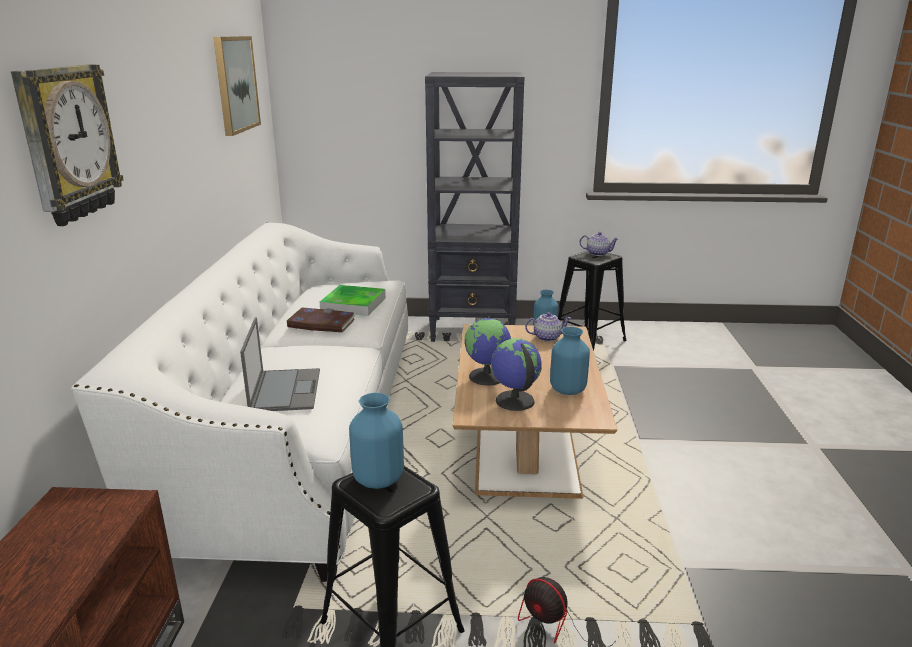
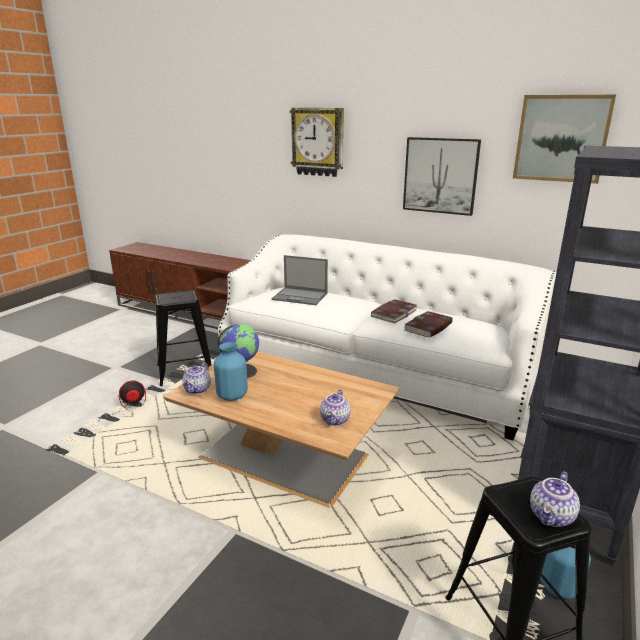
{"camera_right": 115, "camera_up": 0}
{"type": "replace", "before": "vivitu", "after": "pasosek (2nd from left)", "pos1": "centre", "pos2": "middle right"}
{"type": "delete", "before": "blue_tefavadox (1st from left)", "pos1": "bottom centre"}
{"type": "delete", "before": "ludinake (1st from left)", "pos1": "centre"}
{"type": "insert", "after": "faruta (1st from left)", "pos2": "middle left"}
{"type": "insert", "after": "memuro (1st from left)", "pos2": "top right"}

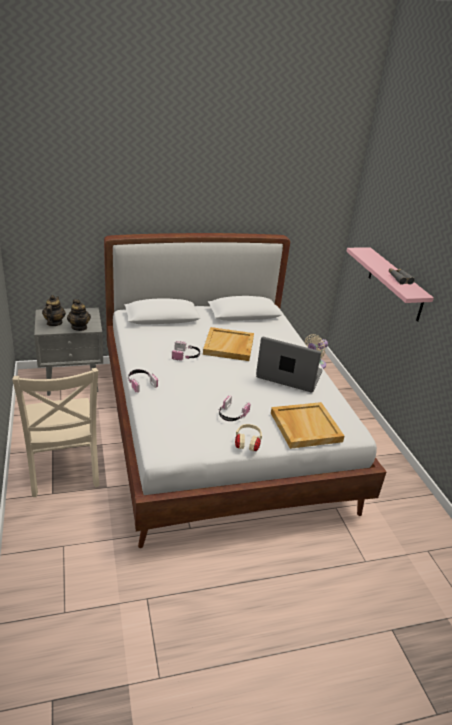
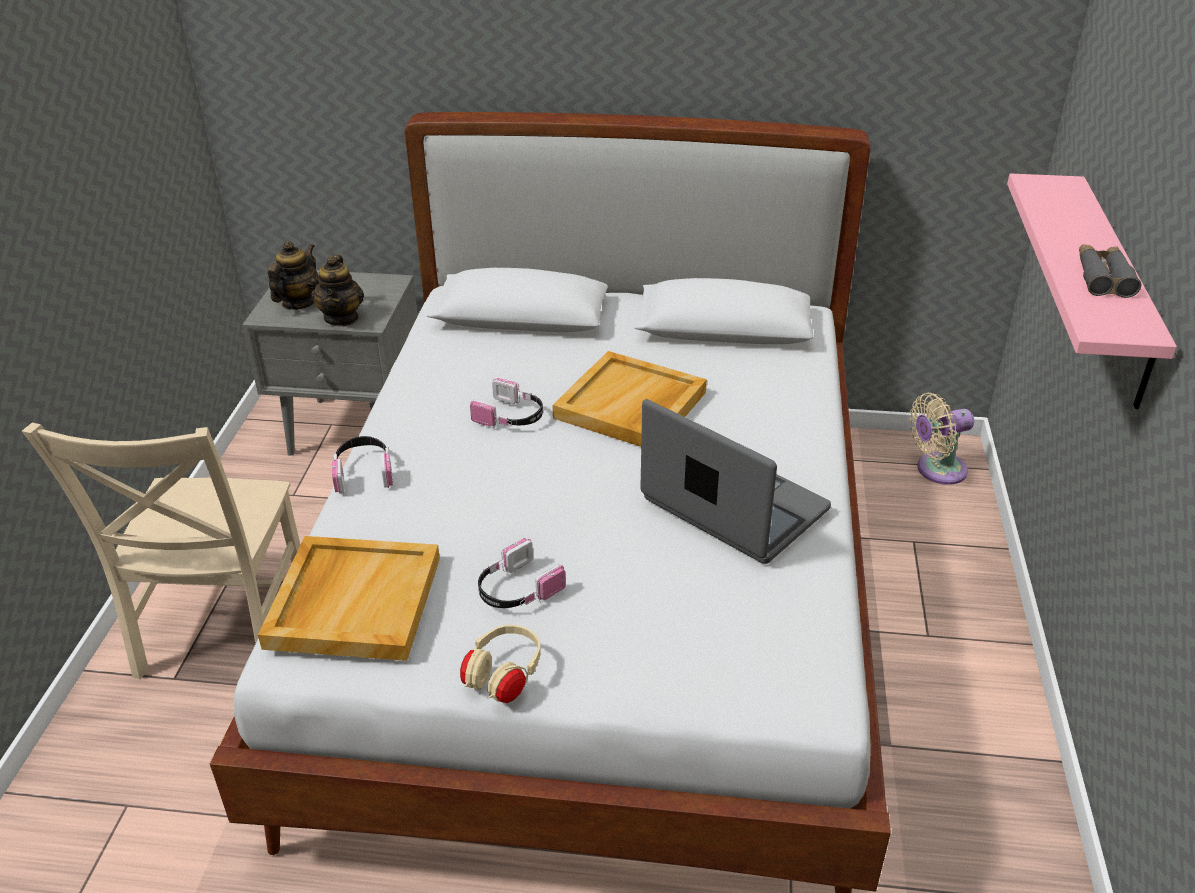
{"camera_right": 25, "camera_up": 5}
{"type": "move", "before": "beige_vivitu (2nd from left in the first image)", "after": "beige_vivitu (1st from left)", "pos1": "middle right", "pos2": "bottom left"}

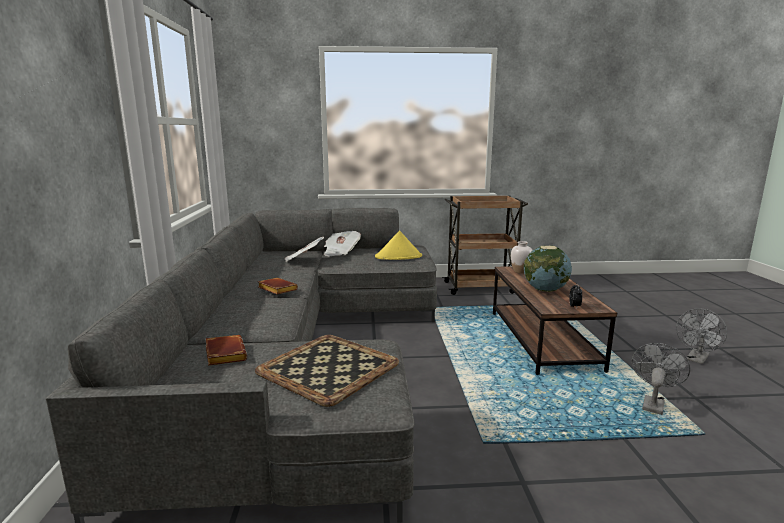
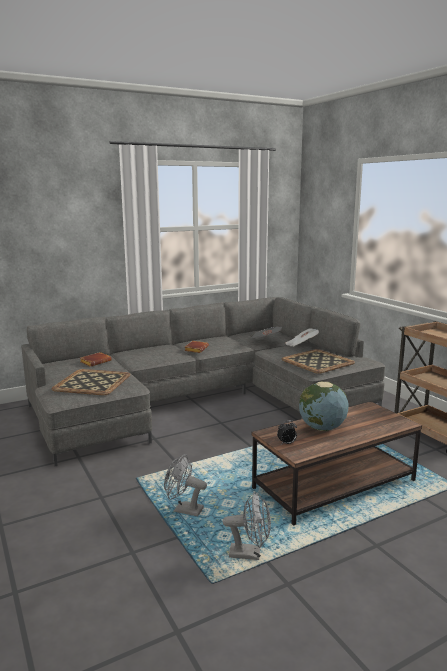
{"camera_right": 65, "camera_up": 0}
{"type": "replace", "before": "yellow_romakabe", "after": "vivitu (2nd from left)", "pos1": "centre", "pos2": "middle right"}
{"type": "delete", "before": "white_tefavadox", "pos1": "centre"}
{"type": "move", "before": "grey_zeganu (2nd from left in the first image)", "after": "grey_zeganu (1st from left)", "pos1": "middle right", "pos2": "bottom centre"}

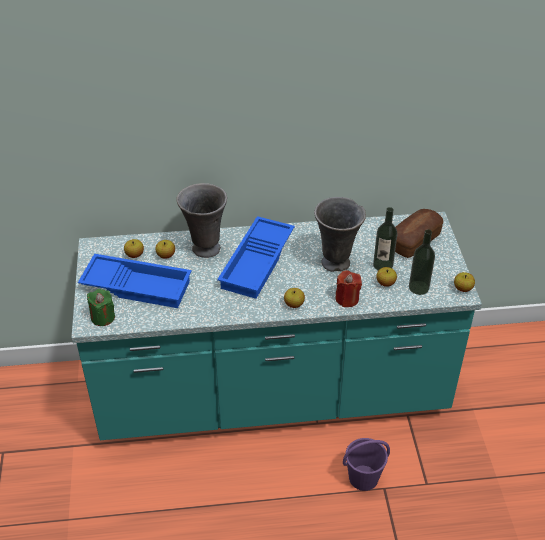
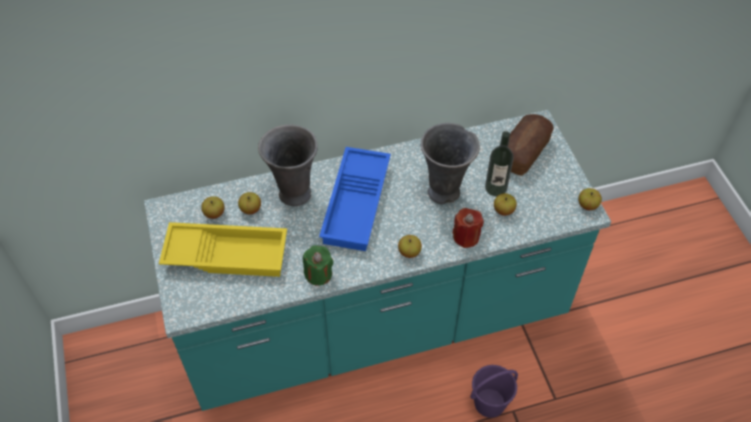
{"camera_right": -10, "camera_up": 10}
{"type": "recolor", "before": "blue_vivitu (1st from left)", "after": "yellow_vivitu", "pos1": "middle left", "pos2": "middle left"}
{"type": "move", "before": "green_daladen", "pos1": "middle left", "pos2": "centre"}
{"type": "delete", "before": "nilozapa (2nd from left)", "pos1": "middle right"}

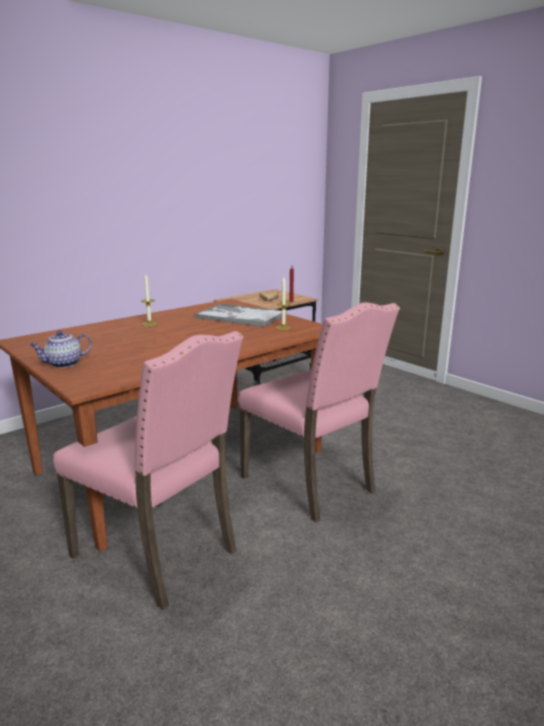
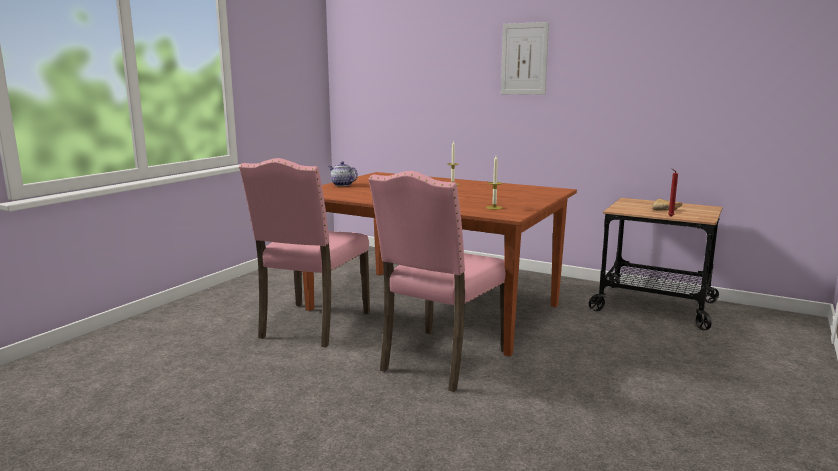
{"camera_right": 70, "camera_up": -5}
{"type": "delete", "before": "vivitu", "pos1": "centre"}
{"type": "insert", "after": "memuro", "pos2": "top centre"}

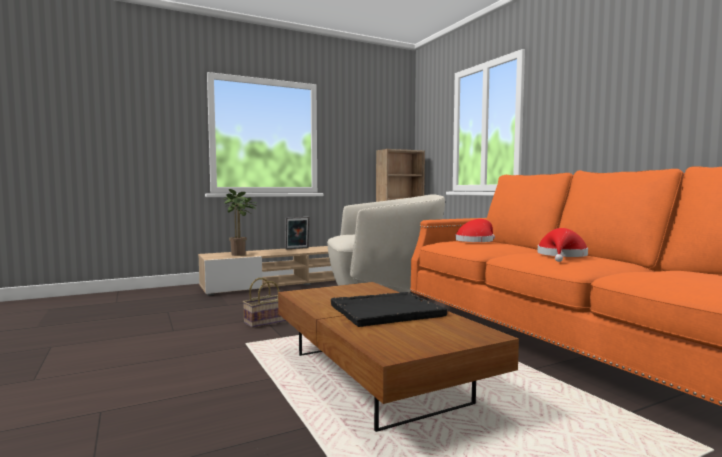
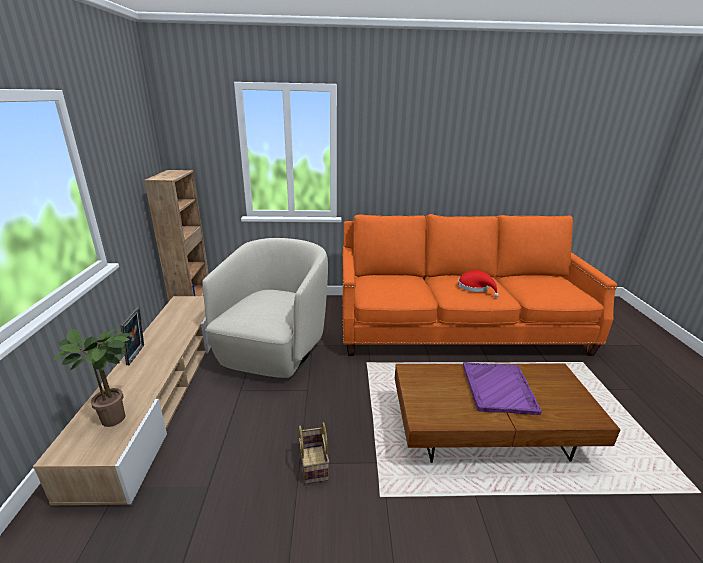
{"camera_right": -65, "camera_up": 20}
{"type": "recolor", "before": "black_vivitu", "after": "purple_vivitu", "pos1": "bottom centre", "pos2": "bottom right"}
{"type": "delete", "before": "red_romakabe (1st from left)", "pos1": "centre"}

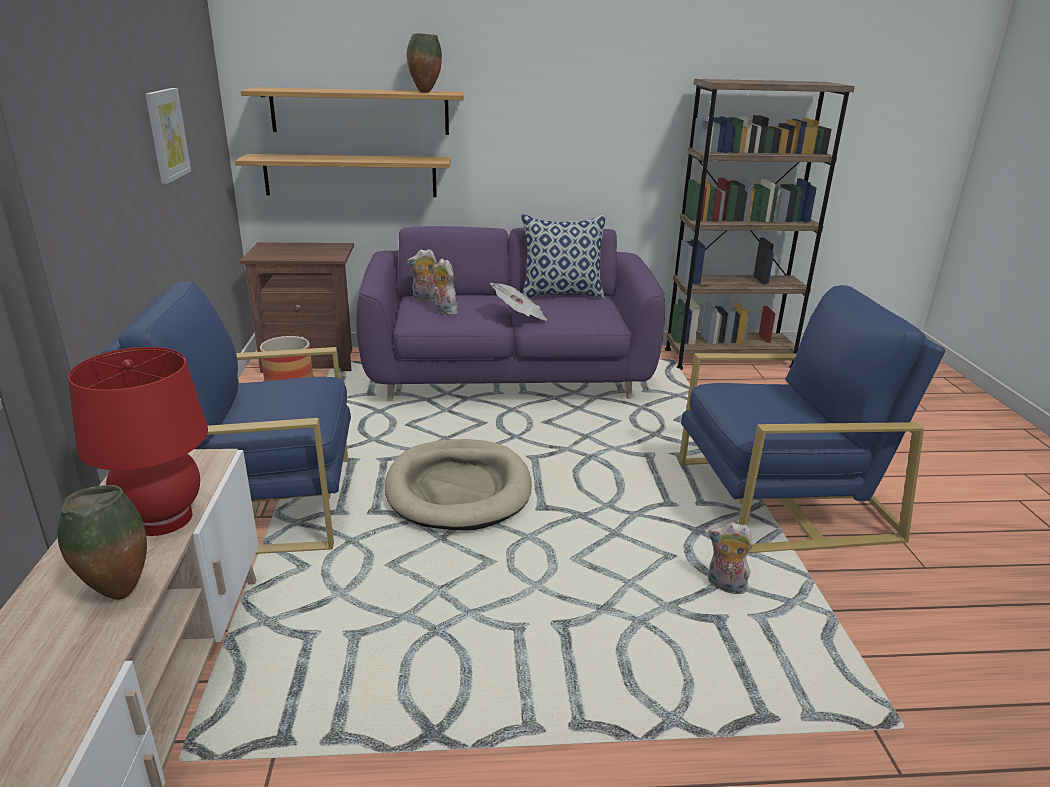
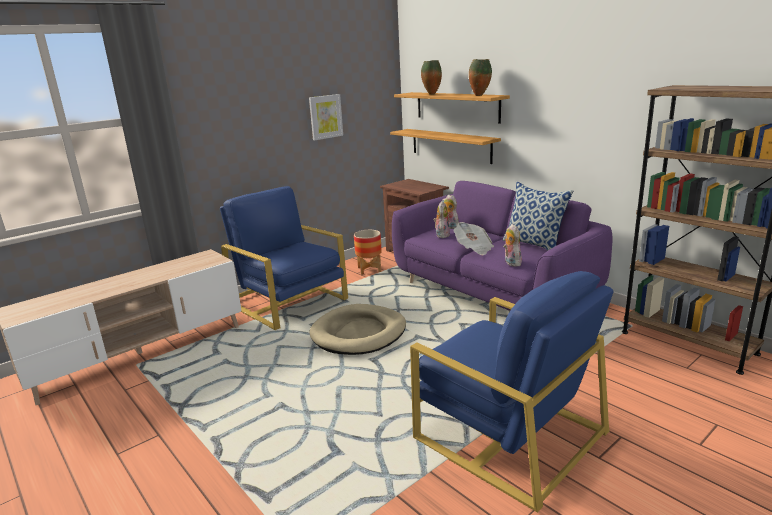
{"camera_right": 55, "camera_up": -5}
{"type": "move", "before": "tefavadox (1st from left)", "pos1": "bottom left", "pos2": "top centre"}
{"type": "delete", "before": "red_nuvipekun", "pos1": "middle left"}
{"type": "move", "before": "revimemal (3rd from left)", "pos1": "bottom right", "pos2": "centre"}

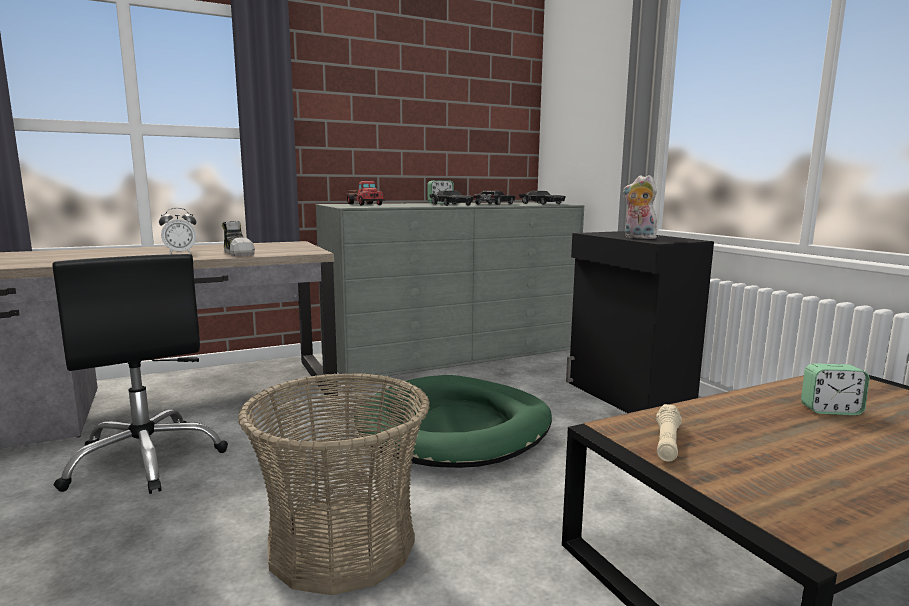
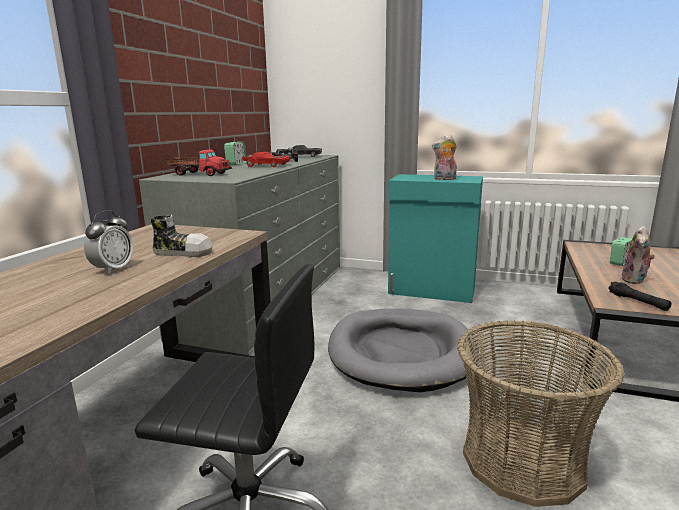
{"camera_right": -45, "camera_up": 5}
{"type": "recolor", "before": "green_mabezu", "after": "grey_mabezu", "pos1": "bottom centre", "pos2": "bottom centre"}
{"type": "recolor", "before": "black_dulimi (1st from left)", "after": "red_dulimi", "pos1": "top centre", "pos2": "top centre"}
{"type": "recolor", "before": "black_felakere", "after": "turquoise_felakere", "pos1": "middle right", "pos2": "centre"}
{"type": "recolor", "before": "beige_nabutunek", "after": "black_nabutunek", "pos1": "bottom right", "pos2": "middle right"}
{"type": "insert", "after": "revimemal (2nd from left)", "pos2": "middle right"}

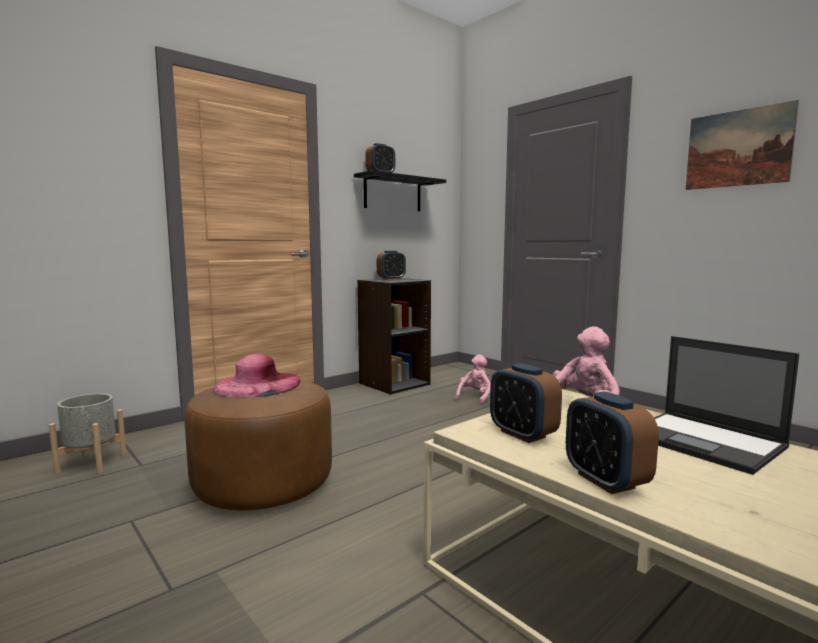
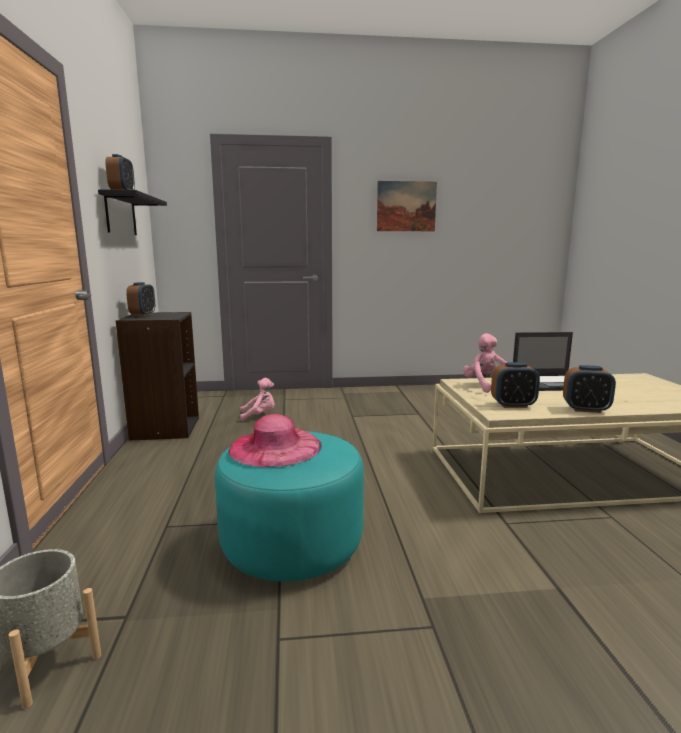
{"camera_right": -55, "camera_up": 5}
{"type": "recolor", "before": "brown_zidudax", "after": "turquoise_zidudax", "pos1": "bottom left", "pos2": "bottom centre"}
{"type": "rotate", "before": "pink_revimemal (1st from left)", "pos1": "centre", "pos2": "centre", "turn": 105}

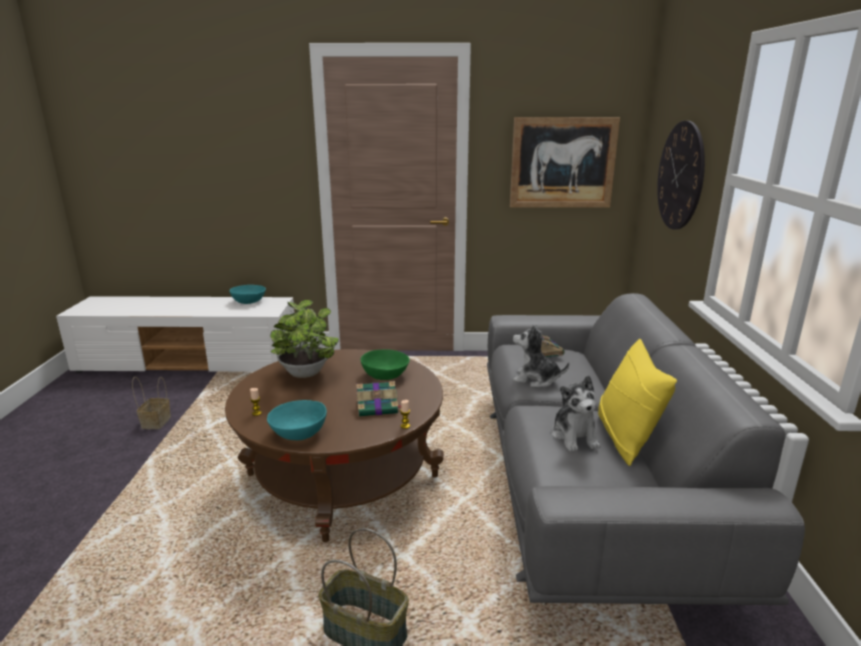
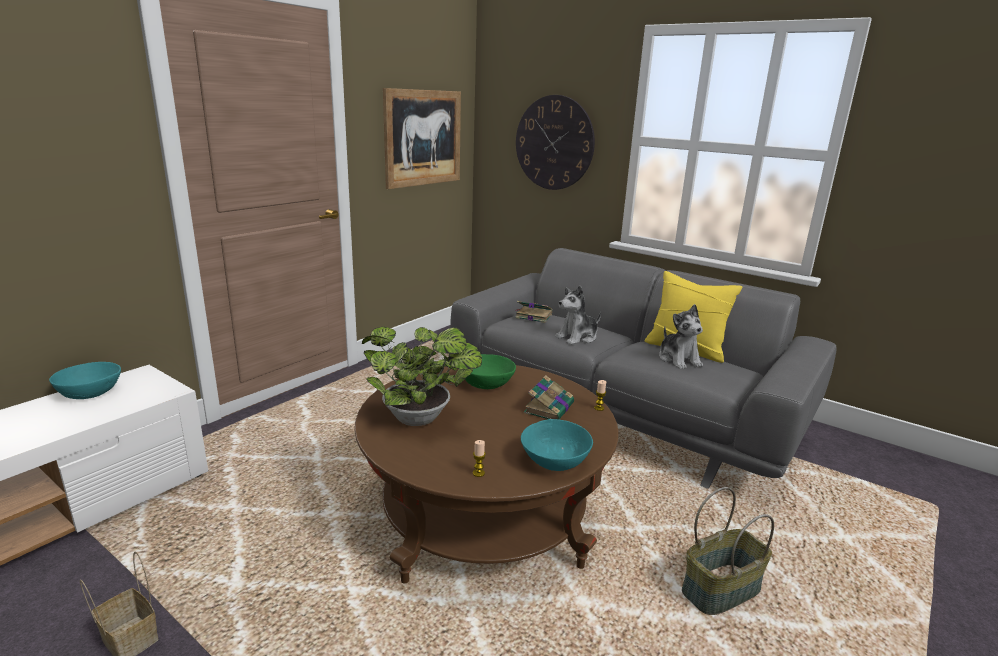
{"camera_right": -55, "camera_up": 0}
{"type": "rotate", "before": "revimemal (2nd from left)", "pos1": "middle right", "pos2": "middle right", "turn": 45}

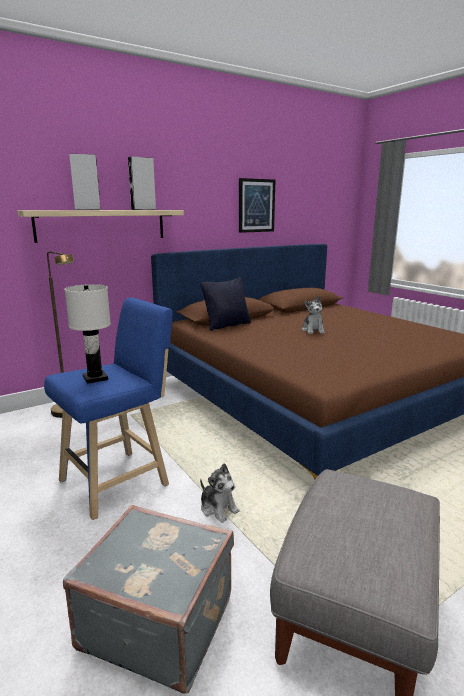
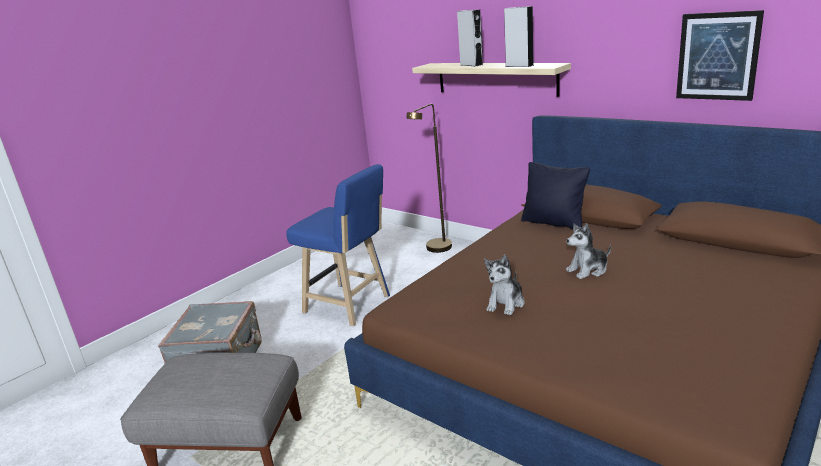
{"camera_right": 75, "camera_up": 5}
{"type": "delete", "before": "white_nuvipekun", "pos1": "middle left"}
{"type": "move", "before": "revimemal (1st from left)", "pos1": "bottom centre", "pos2": "centre"}

